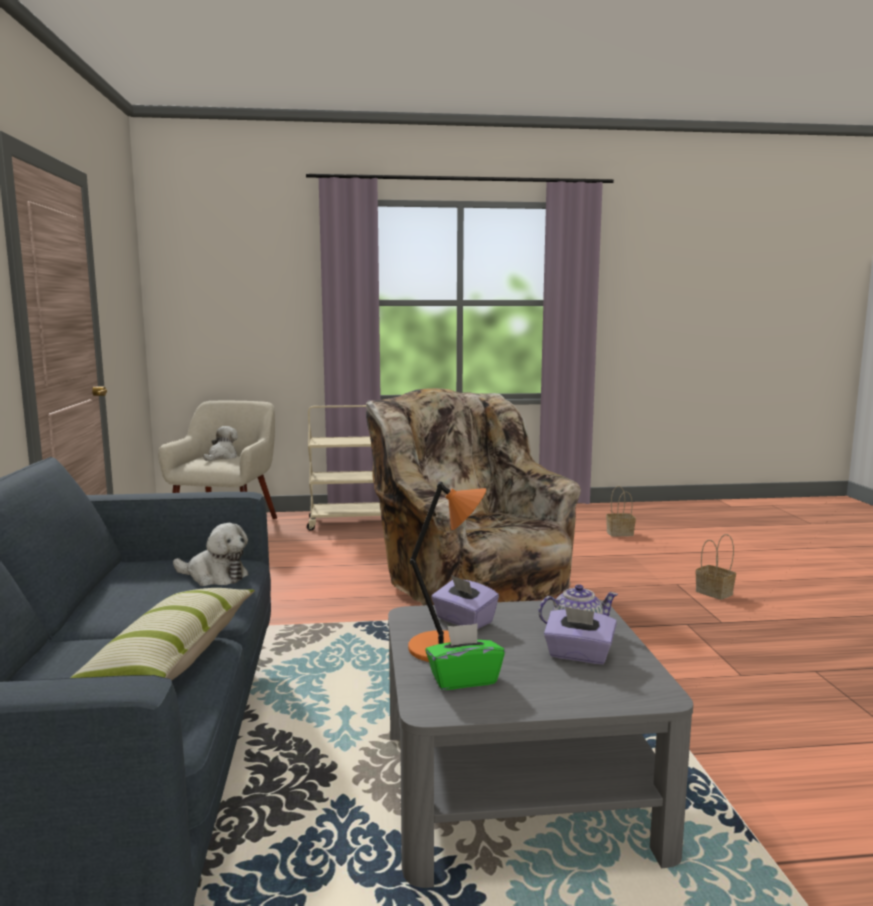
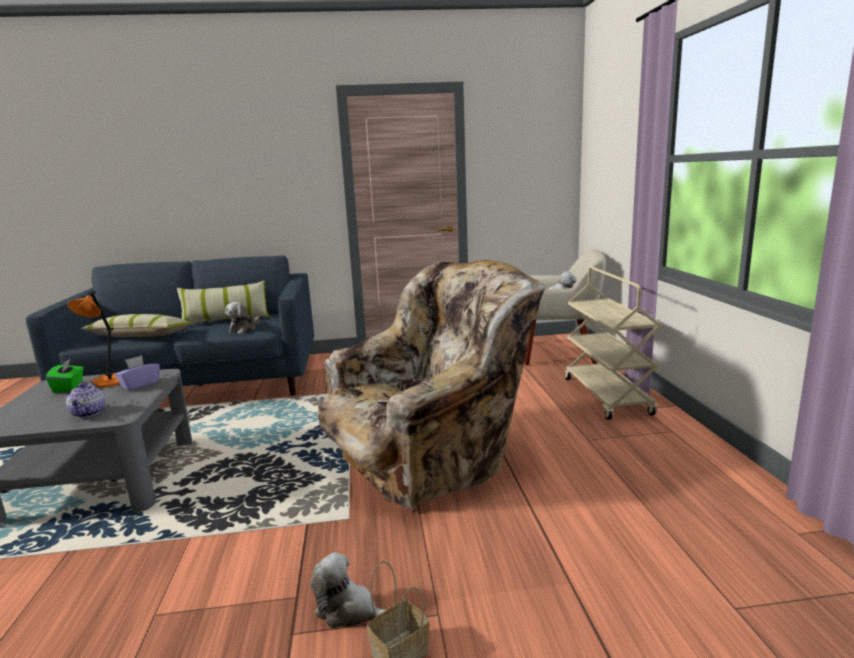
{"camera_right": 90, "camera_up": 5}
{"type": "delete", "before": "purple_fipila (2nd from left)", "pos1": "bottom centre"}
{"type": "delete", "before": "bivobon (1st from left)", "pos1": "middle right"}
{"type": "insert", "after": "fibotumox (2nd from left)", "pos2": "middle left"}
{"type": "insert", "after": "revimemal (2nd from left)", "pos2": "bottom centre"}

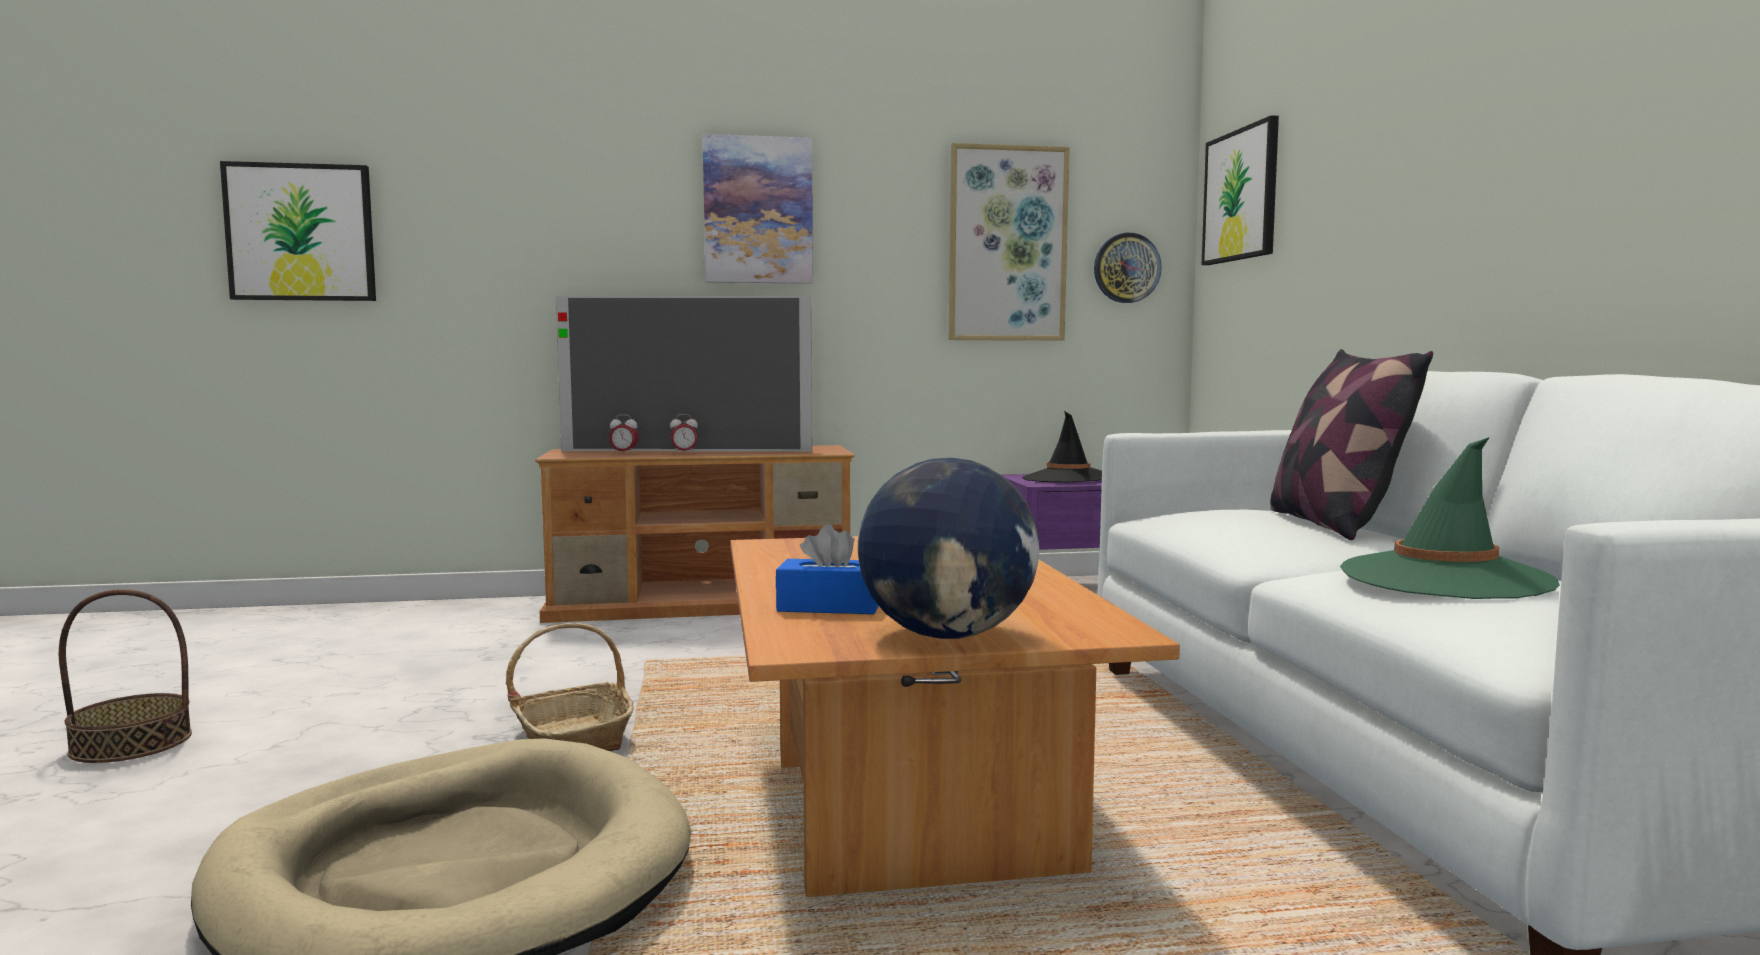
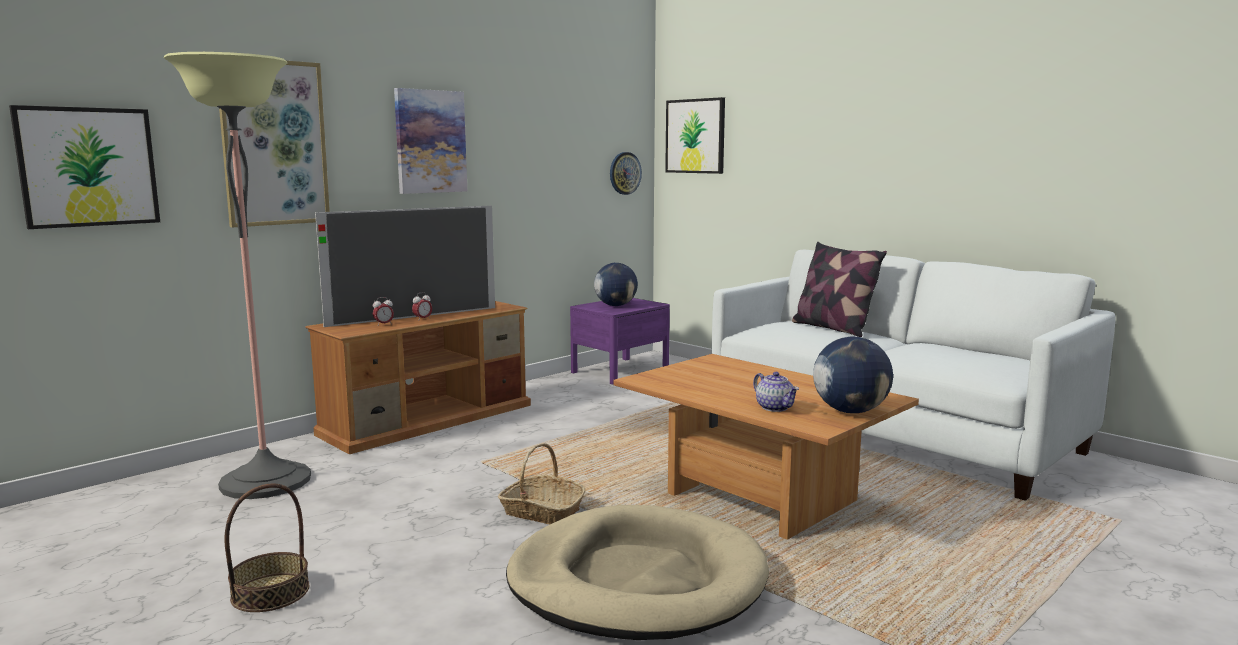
{"camera_right": -35, "camera_up": 5}
{"type": "replace", "before": "blue_fipila", "after": "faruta", "pos1": "centre", "pos2": "centre"}
{"type": "move", "before": "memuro (3rd from left in the first image)", "after": "memuro (2nd from left)", "pos1": "top centre", "pos2": "top left"}
{"type": "replace", "before": "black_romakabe", "after": "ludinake (1st from left)", "pos1": "centre", "pos2": "centre"}
{"type": "delete", "before": "green_romakabe", "pos1": "middle right"}
{"type": "insert", "after": "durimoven", "pos2": "middle left"}

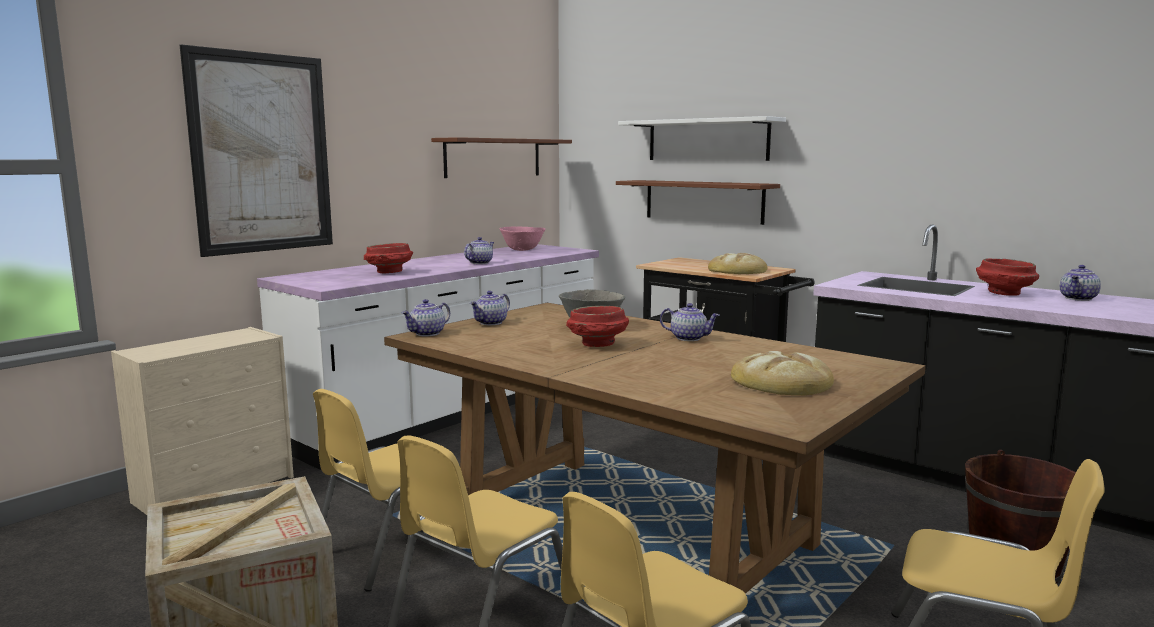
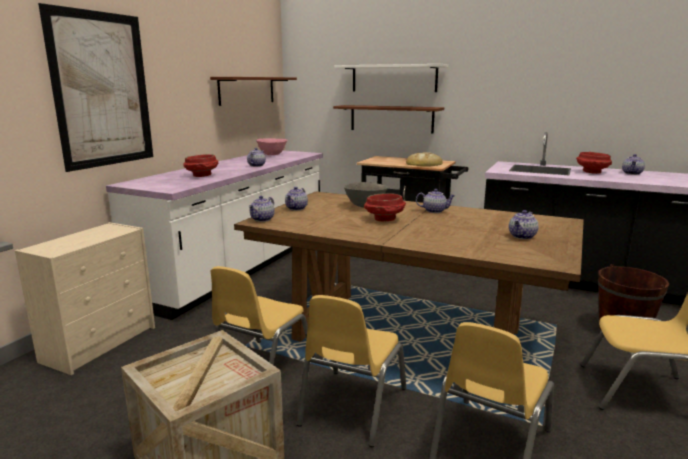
{"camera_right": -15, "camera_up": 5}
{"type": "replace", "before": "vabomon (2nd from left)", "after": "faruta (5th from left)", "pos1": "middle right", "pos2": "middle right"}

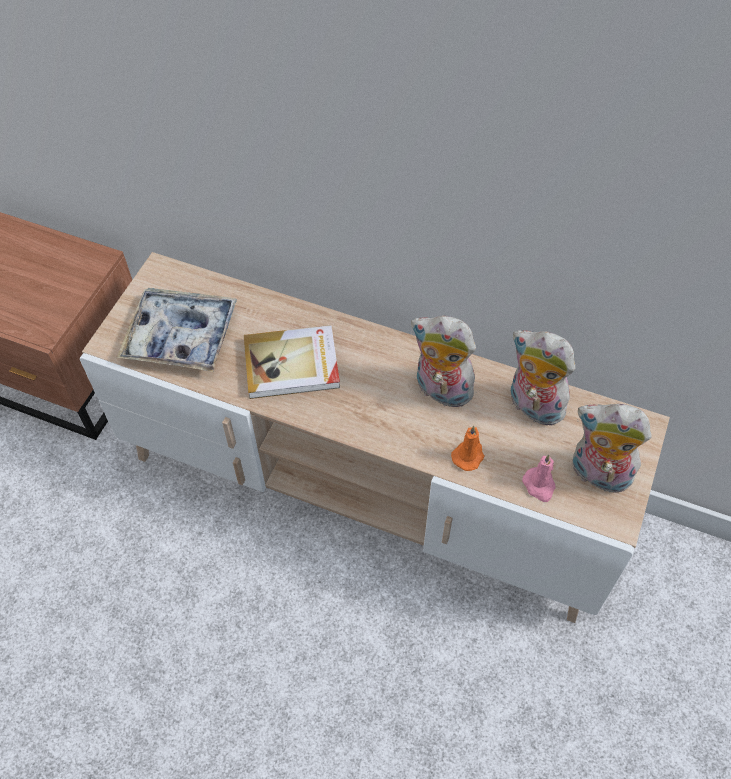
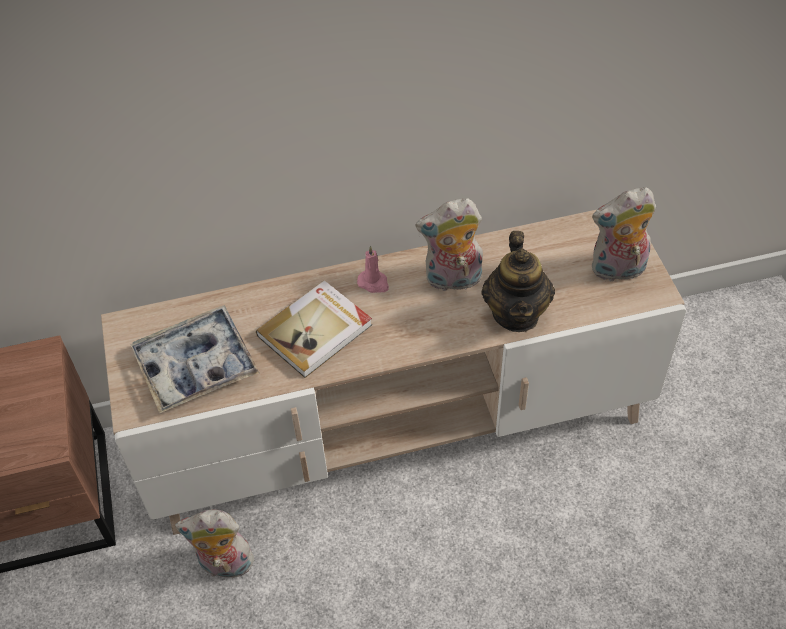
{"camera_right": -35, "camera_up": -5}
{"type": "replace", "before": "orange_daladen", "after": "faruta", "pos1": "centre", "pos2": "centre"}
{"type": "move", "before": "revimemal (2nd from left in the first image)", "after": "revimemal (1st from left)", "pos1": "middle right", "pos2": "bottom left"}
{"type": "move", "before": "pink_daladen", "pos1": "middle right", "pos2": "centre"}

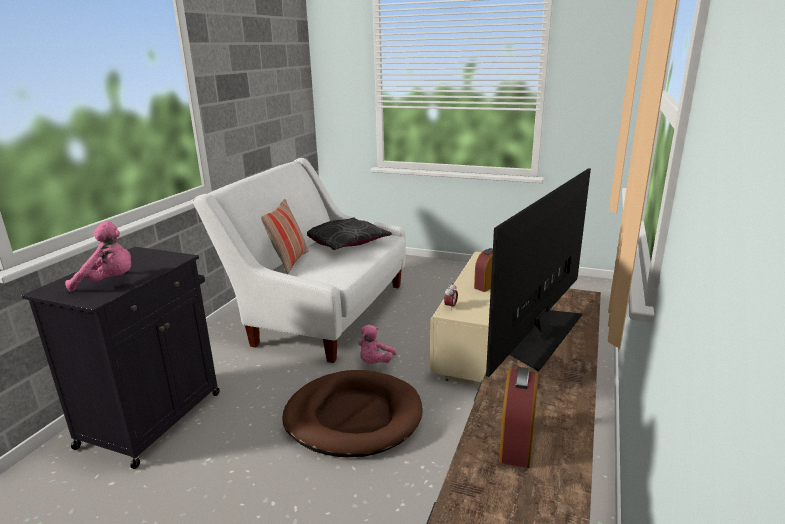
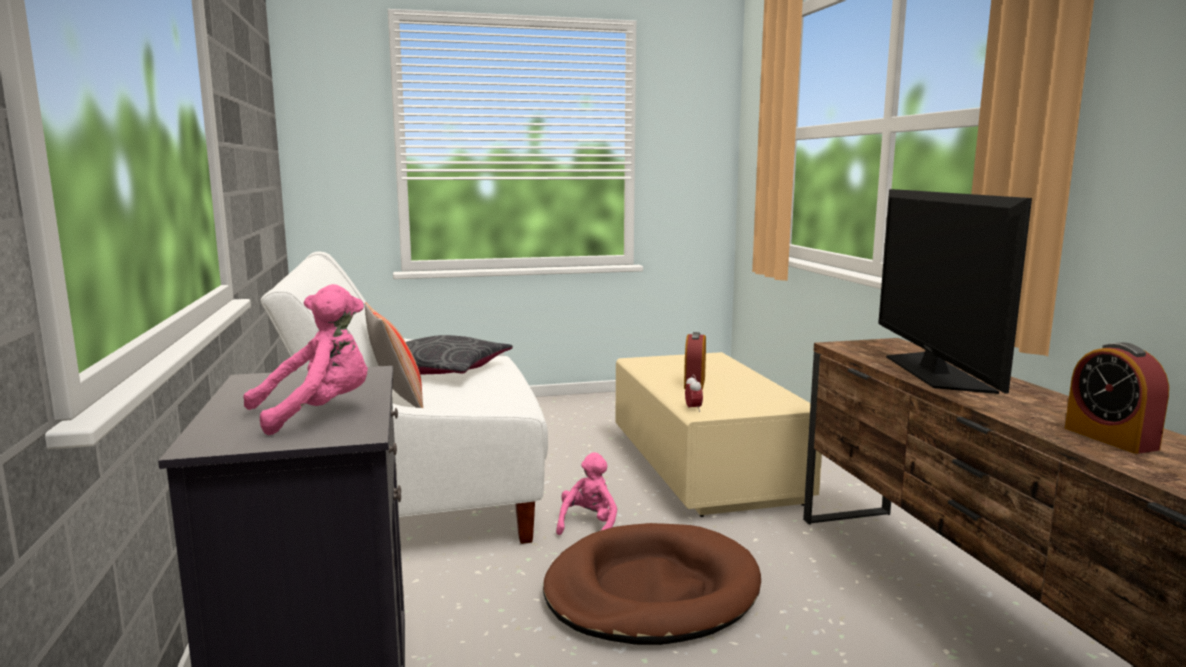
{"camera_right": -35, "camera_up": -10}
{"type": "rotate", "before": "pink_revimemal (2nd from left)", "pos1": "centre", "pos2": "bottom centre", "turn": -150}

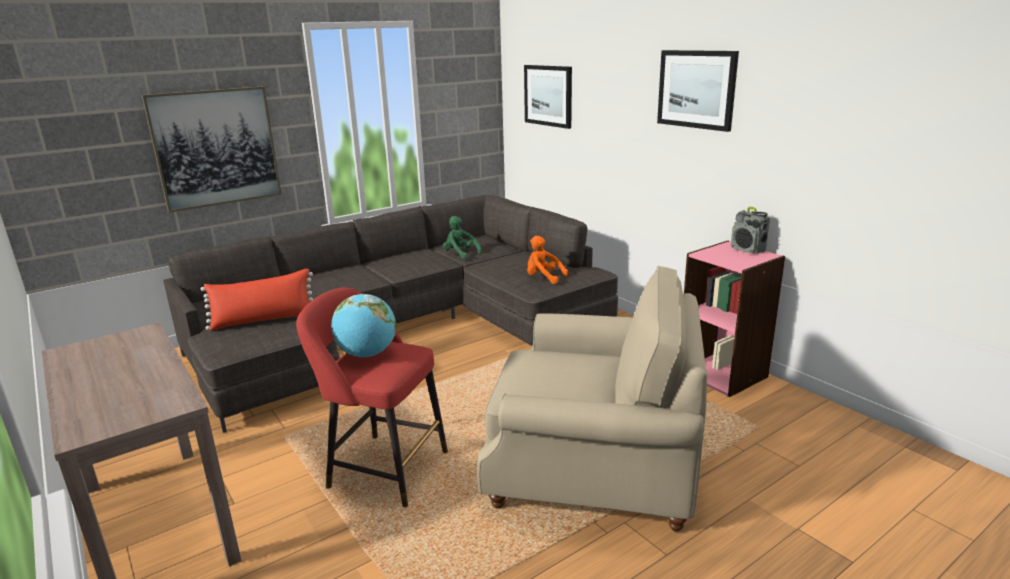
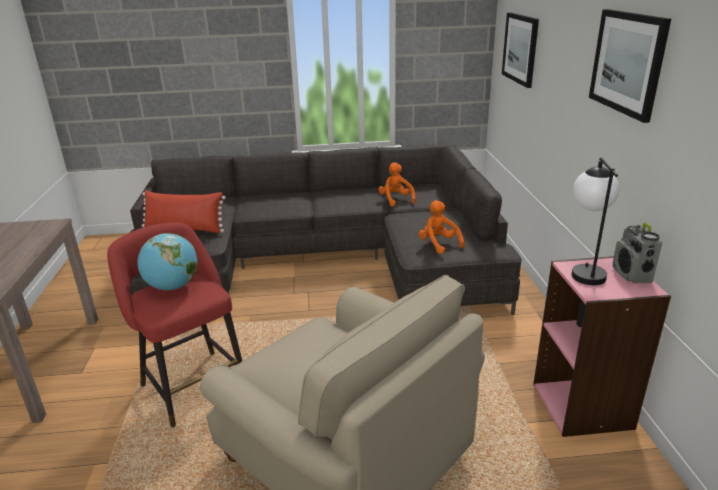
{"camera_right": 30, "camera_up": 5}
{"type": "delete", "before": "memuro (1st from left)", "pos1": "top left"}
{"type": "recolor", "before": "green_revimemal", "after": "orange_revimemal (1st from left)", "pos1": "centre", "pos2": "centre"}
{"type": "insert", "after": "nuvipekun", "pos2": "middle right"}

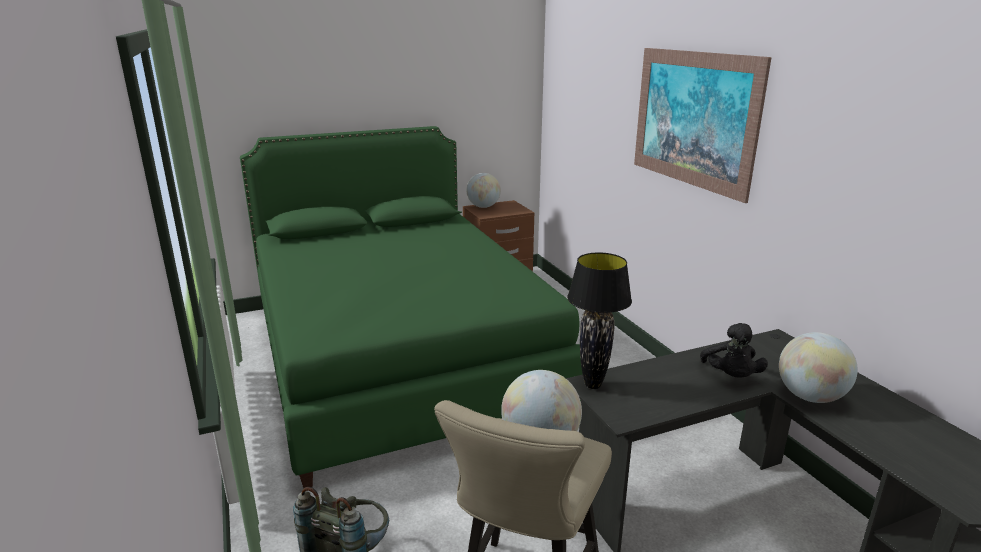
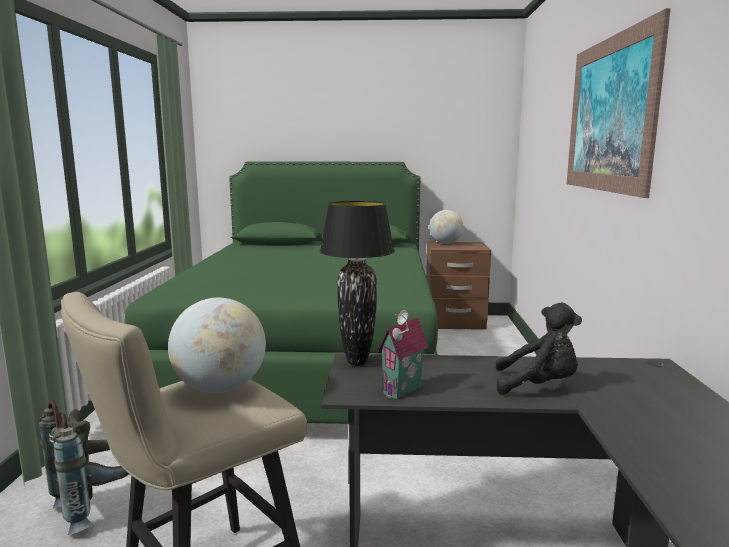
{"camera_right": 25, "camera_up": -10}
{"type": "rotate", "before": "black_revimemal", "pos1": "middle right", "pos2": "middle right", "turn": -105}
{"type": "delete", "before": "ludinake (3rd from left)", "pos1": "middle right"}
{"type": "insert", "after": "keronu", "pos2": "centre"}

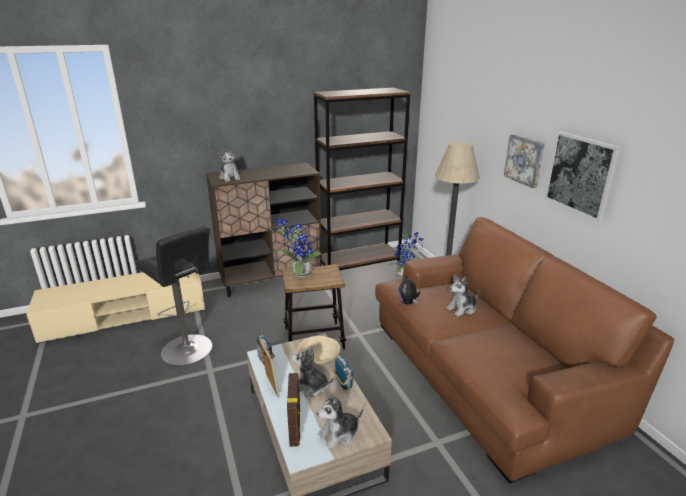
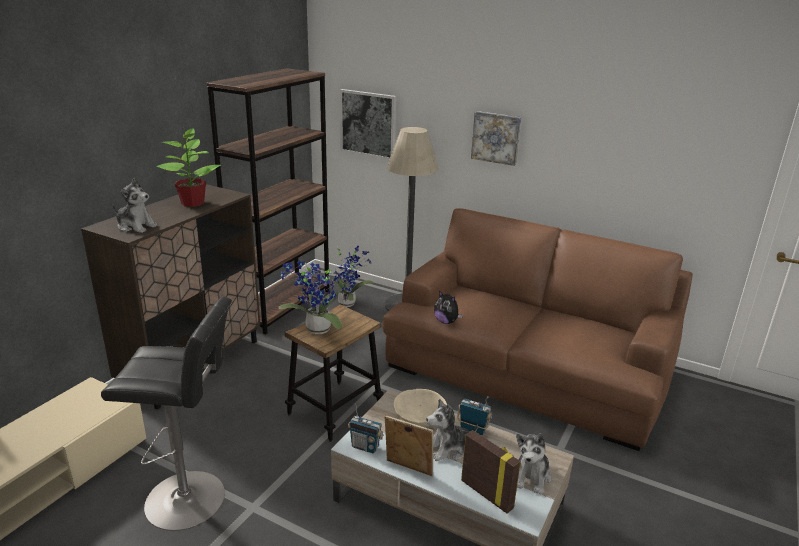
{"camera_right": -40, "camera_up": 0}
{"type": "delete", "before": "revimemal (5th from left)", "pos1": "middle right"}
{"type": "move", "before": "memuro (2nd from left in the first image)", "after": "memuro (1st from left)", "pos1": "middle right", "pos2": "top centre"}
{"type": "insert", "after": "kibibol (1st from left)", "pos2": "top left"}

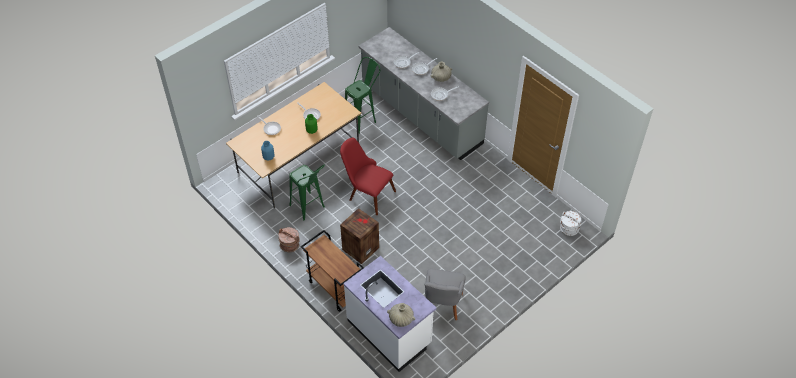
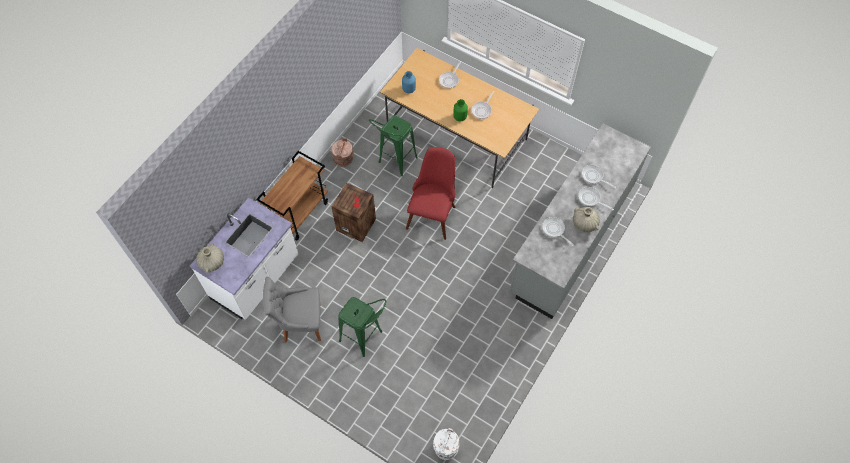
{"camera_right": 75, "camera_up": 10}
{"type": "move", "before": "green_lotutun (2nd from left in the first image)", "after": "green_lotutun (1st from left)", "pos1": "top centre", "pos2": "bottom centre"}

